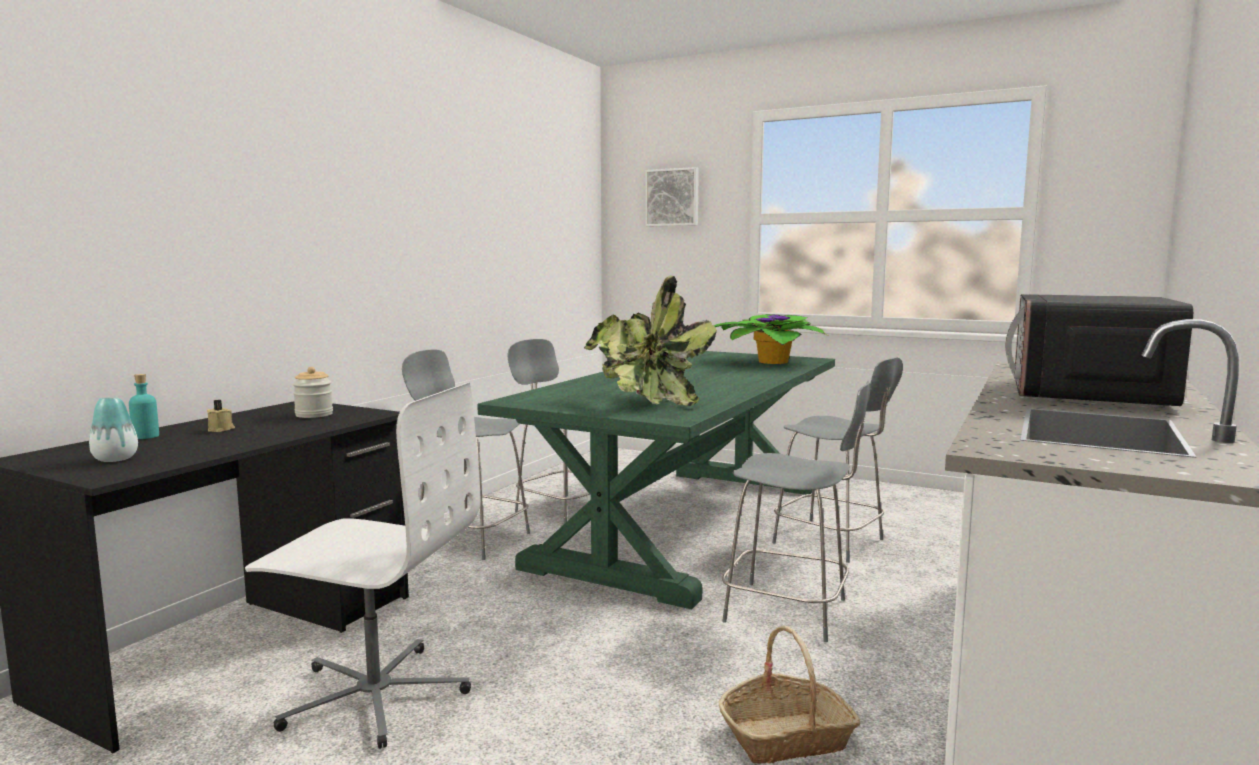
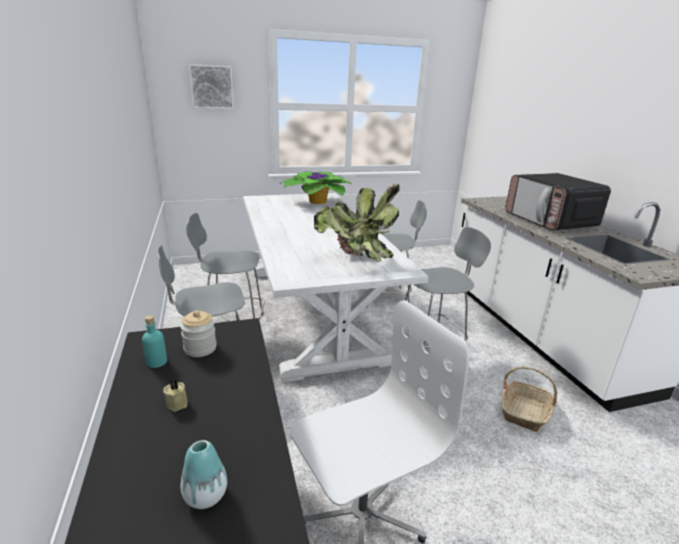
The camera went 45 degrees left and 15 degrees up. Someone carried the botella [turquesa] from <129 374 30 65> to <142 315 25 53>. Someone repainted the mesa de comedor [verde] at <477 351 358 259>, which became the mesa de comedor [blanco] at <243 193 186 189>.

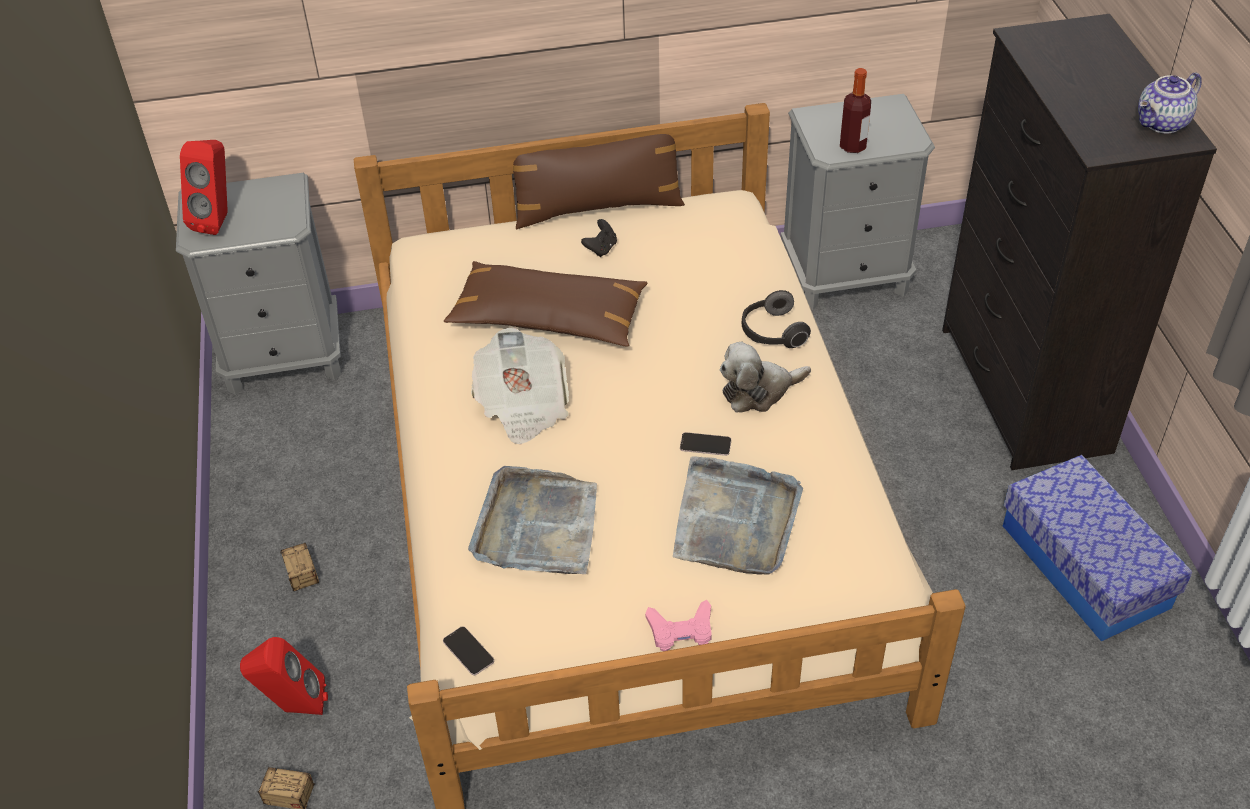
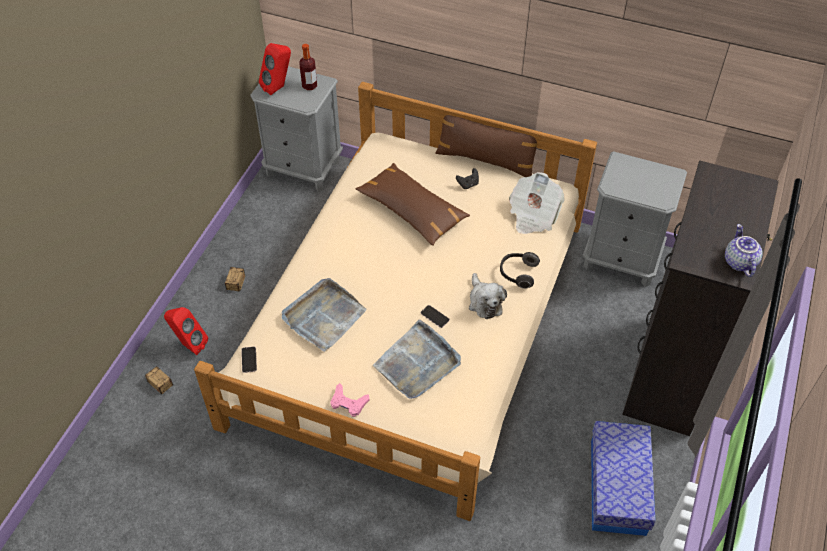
The camera went 30 degrees right and 5 degrees up. Someone carried the periódico from <471 328 98 117> to <509 172 56 62>. Someone rotated the peluche at <720 342 91 70> by 120 degrees counterclockwise. Someone carried the botella from <840 68 31 85> to <300 44 17 46>. Someone rotated the tetera at <1138 72 64 61> by 90 degrees clockwise.

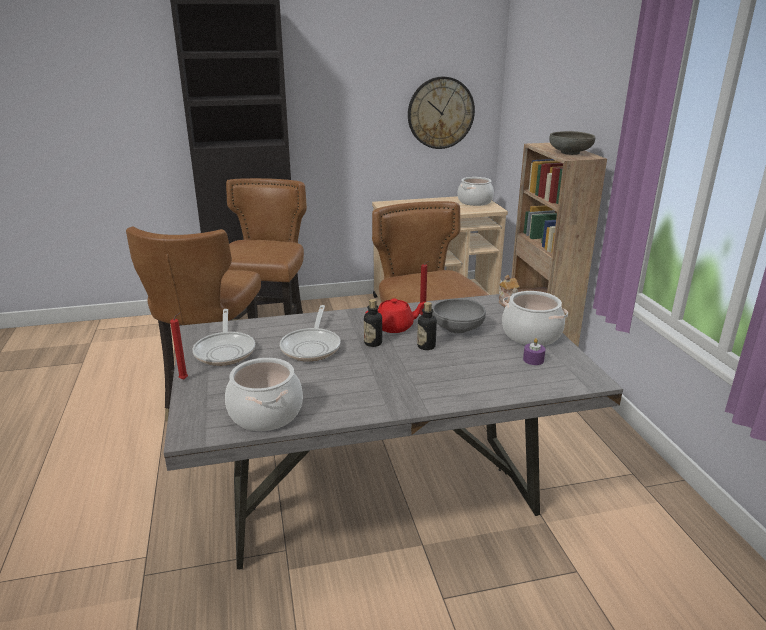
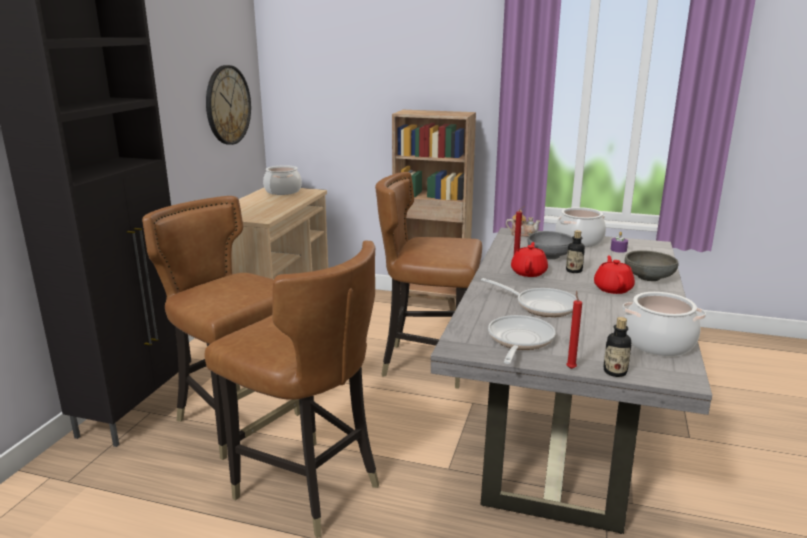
The camera went 60 degrees left and 5 degrees down. Someone rotated the sartén at <193 309 62 57> by 90 degrees counterclockwise. Someone carried the botella from <364 299 18 48> to <603 317 29 60>. Someone carried the cuenco [gris] from <550 131 45 24> to <625 250 54 31>. Someone put down the tetera [rojo] at <594 255 41 39>.

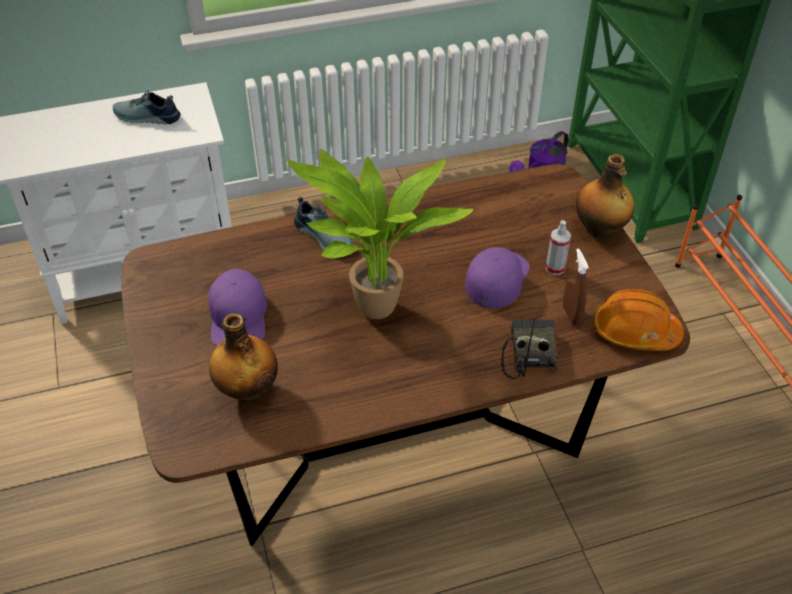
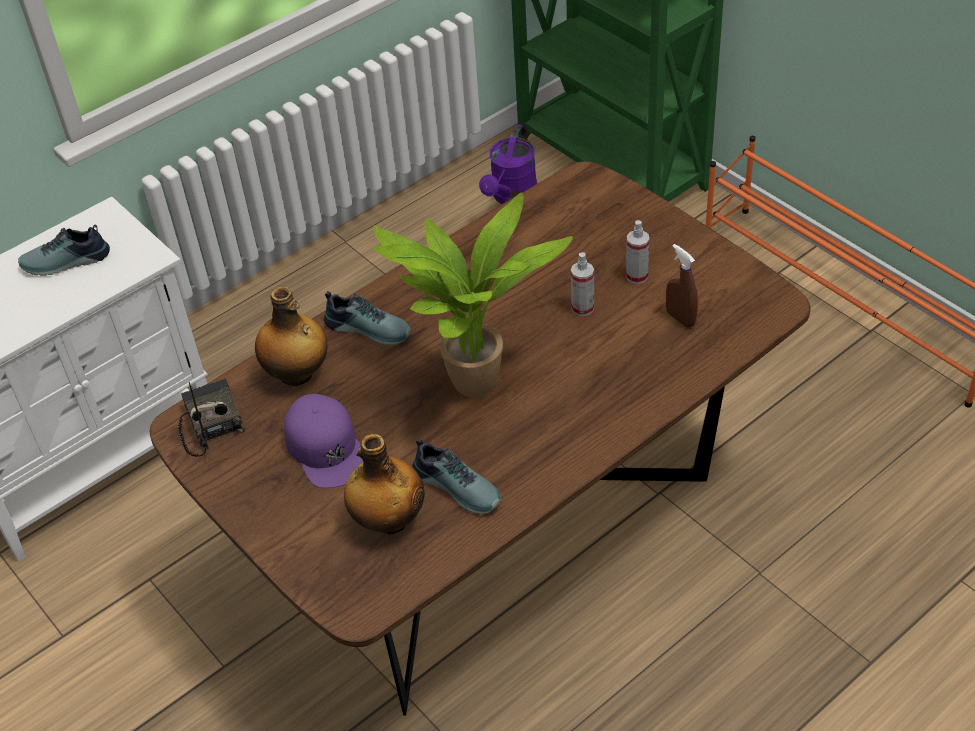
The camera went 20 degrees left and 0 degrees up. Someone swapped the gorra [morado] at <465 247 65 61> for the pulverizador at <571 252 23 64>. Someone carried the radio from <501 318 57 61> to <178 379 67 78>. Someone carried the botella from <576 154 59 84> to <255 286 73 100>. Someone took away the casco [naranja] at <594 289 90 62>. Someone put down the zapato at <412 438 89 76>.

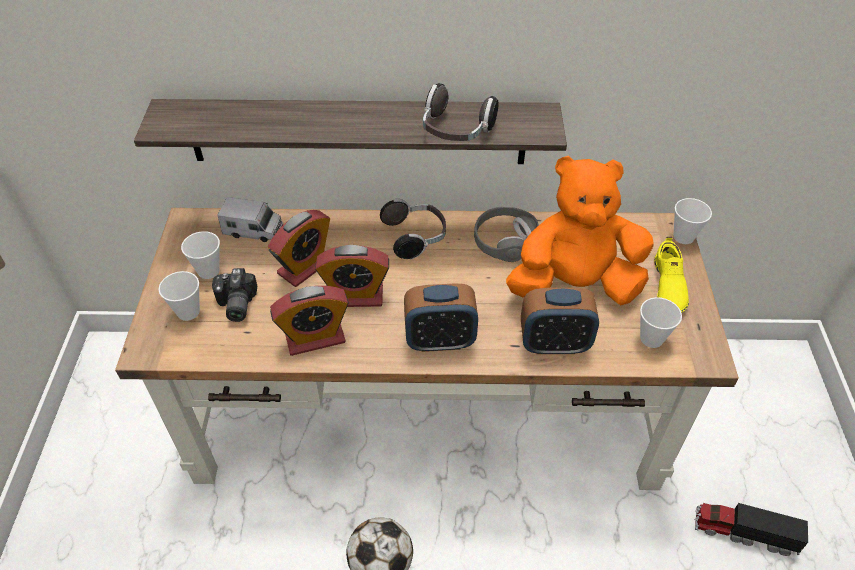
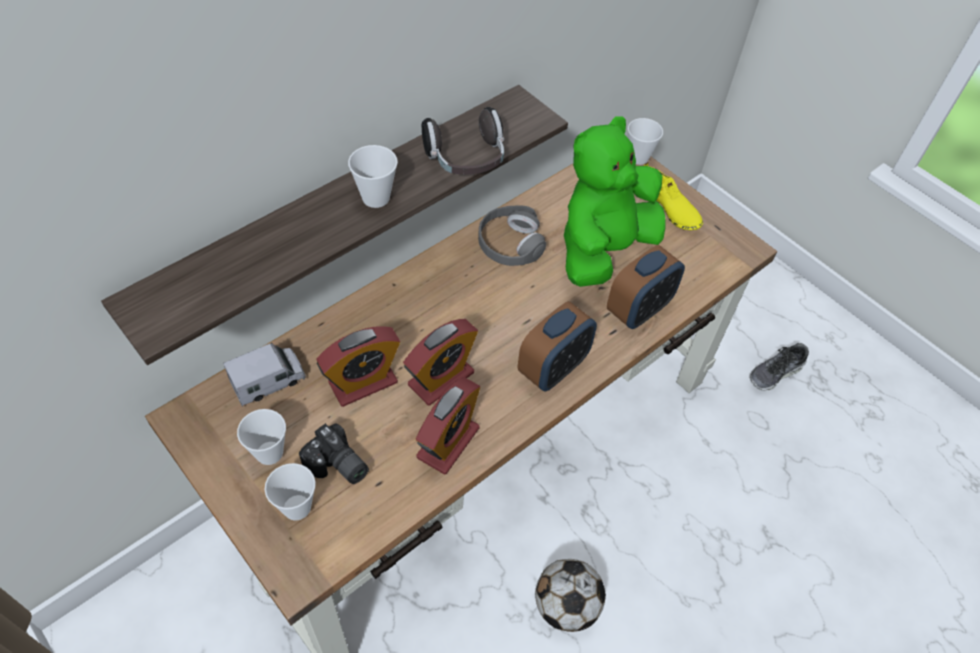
The camera went 45 degrees left and 5 degrees up. Someone rotated the despertador at <268 210 62 77> by 60 degrees clockwise. Someone took away the auriculares at <380 199 66 61>. Someone repainted the peluche [naranja] at <506 156 148 149>, which became the peluche [verde] at <564 117 102 170>. Someone carried the taza from <640 297 42 51> to <348 145 50 63>. Someone swapped the camión de juguete at <694 503 114 53> for the zapato at <750 343 59 48>.

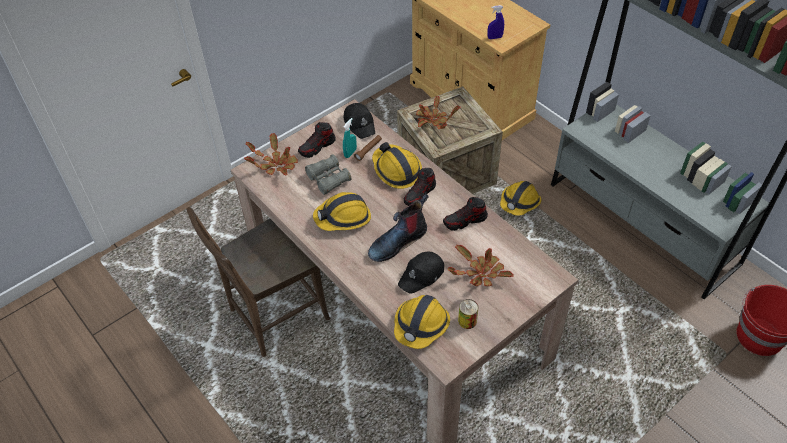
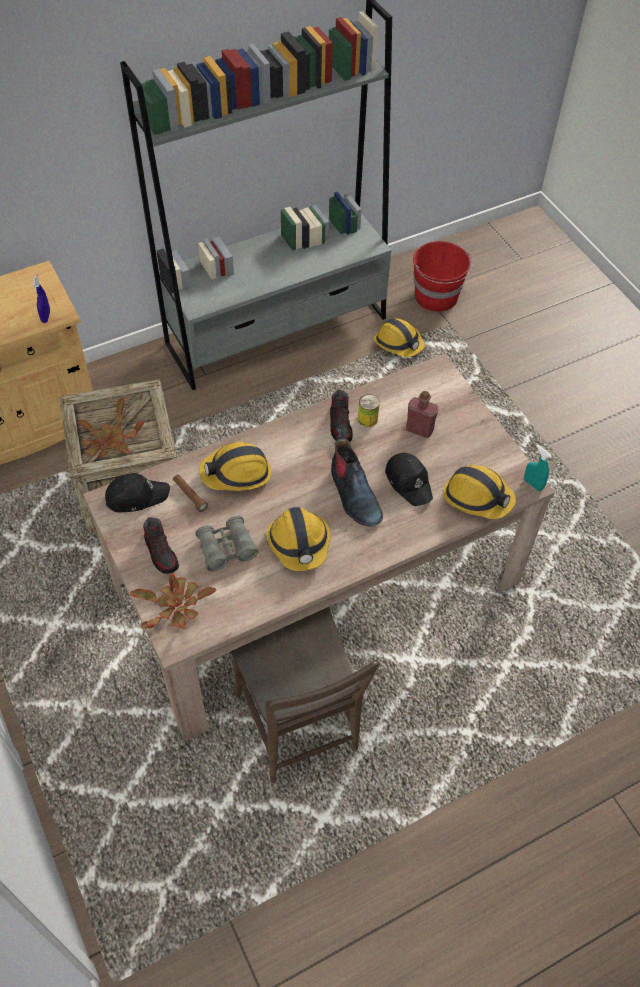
The camera went 80 degrees left and 5 degrees up. Someone carried the pulverizador [turquesa] from <343 118 14 40> to <524 444 27 47>. Someone took away the zapato at <404 168 32 38>. Someone swapped the planta en maceta at <447 245 67 41> for the botella [rojo] at <406 391 33 47>. Someone carried the lata from <458 299 20 30> to <358 394 22 33>. Someone carried the casco from <500 181 41 35> to <374 318 51 39>.

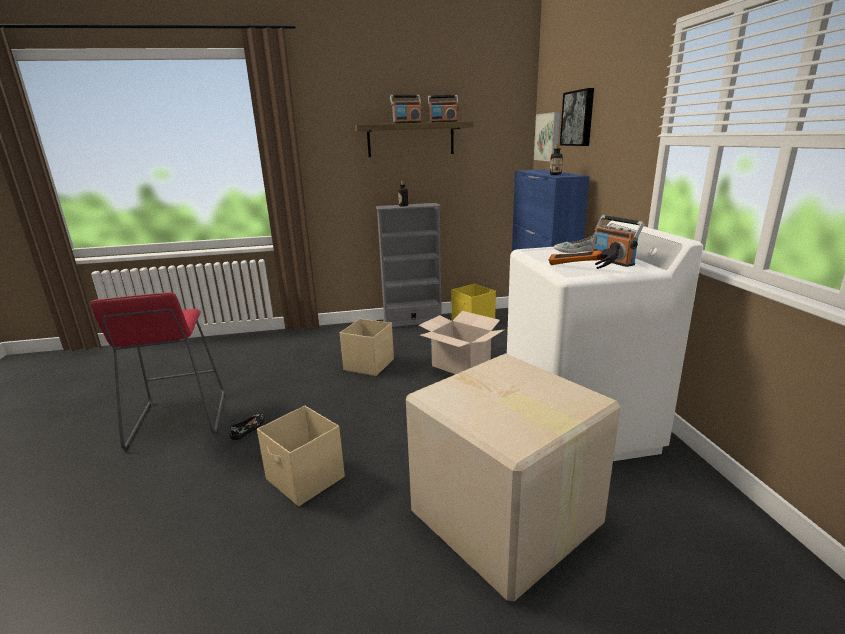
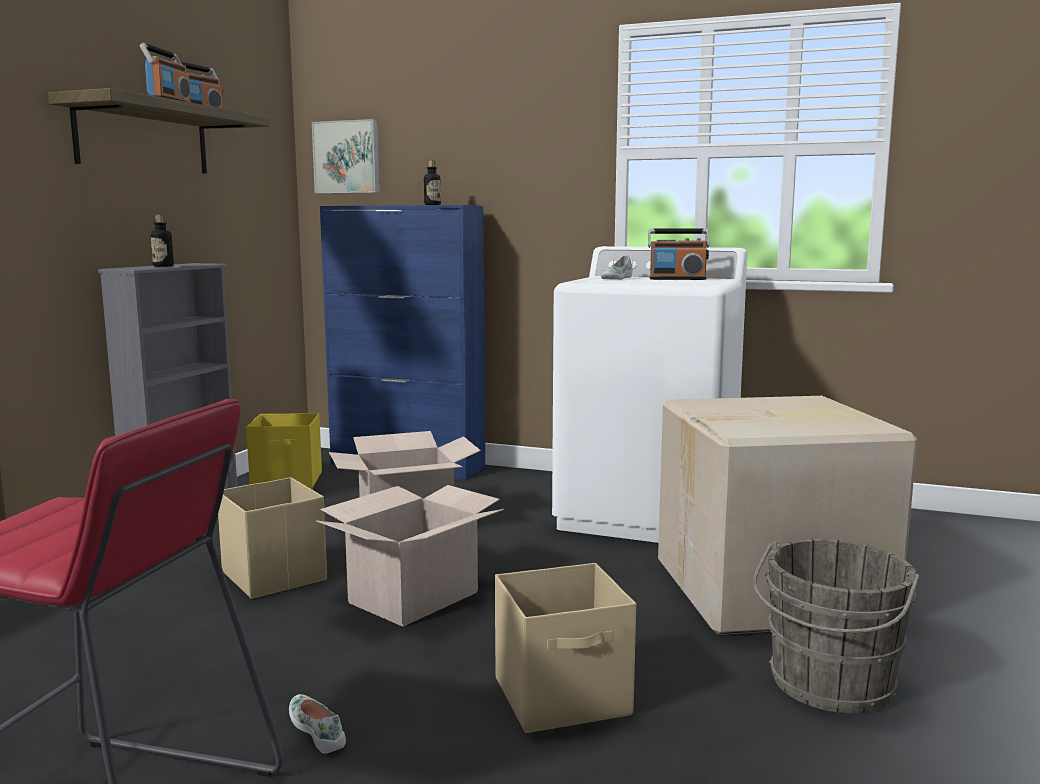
The camera went 60 degrees left and 10 degrees down. Someone repainted the zapato [negro] at <230 413 35 27>, which became the zapato [blanco] at <289 694 57 59>. Someone took away the martillo at <549 242 71 27>. Someone took away the cuadro at <560 88 34 58>. Someone put down the caja de cartón at <316 485 188 142>. Someone put down the cubo [gris] at <753 539 166 175>.

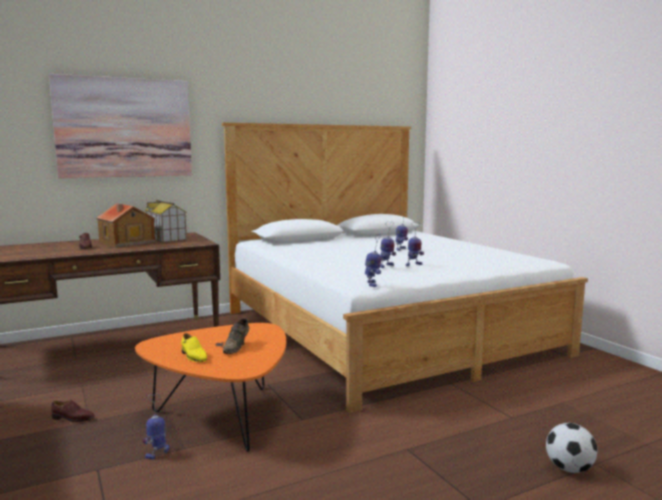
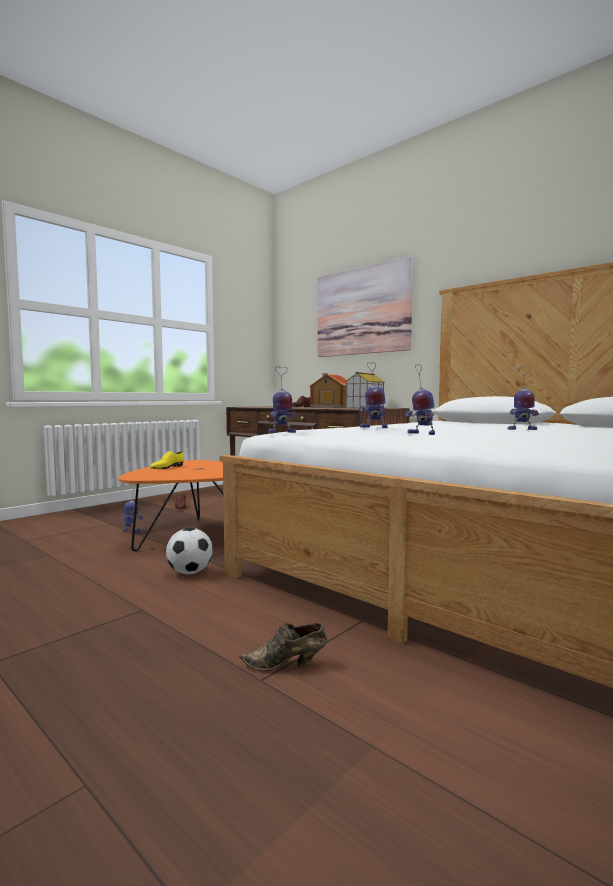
The camera went 70 degrees right and 5 degrees down. Someone carried the zapato [marrón] from <223 318 26 36> to <239 623 88 48>. Someone carried the balón de fútbol from <546 423 51 50> to <166 528 47 46>.

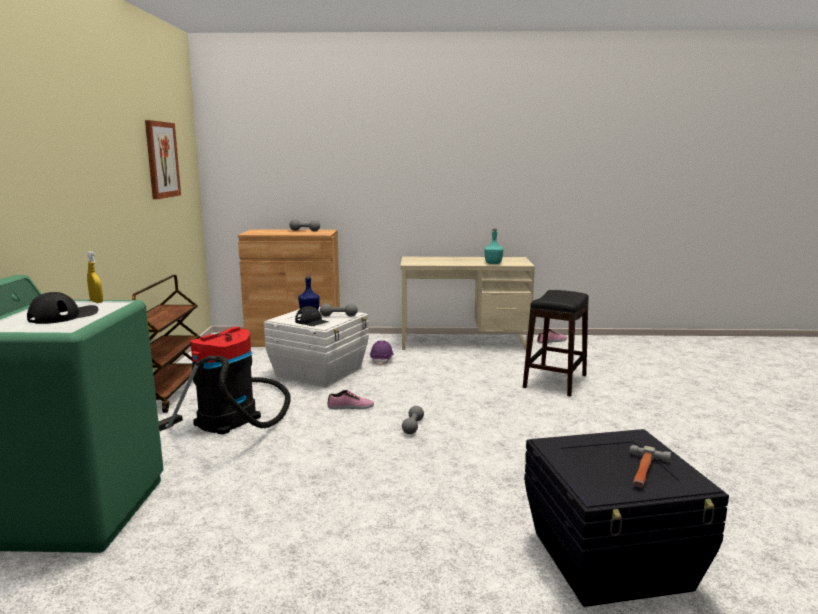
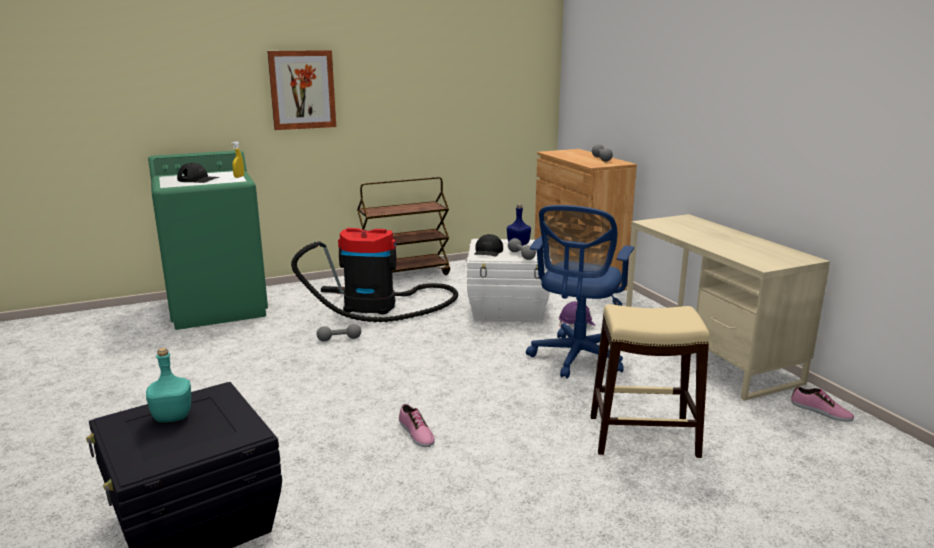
The camera went 65 degrees right and 5 degrees up. Someone carried the cuadro from <145 120 36 79> to <267 50 69 80>. Someone carried the zapato from <327 390 47 19> to <399 404 36 43>. Someone carried the mancuerna [gris] from <402 406 22 28> to <317 324 44 17>. Someone carried the botella [turquesa] from <484 229 19 35> to <146 348 45 74>. Someone repainted the taburete [negro] at <523 290 66 106>, which became the taburete [beis] at <591 304 119 154>. Someone took away the martillo at <630 445 41 42>. Someone put down the silla de oficina [azul] at <526 205 108 174>.

